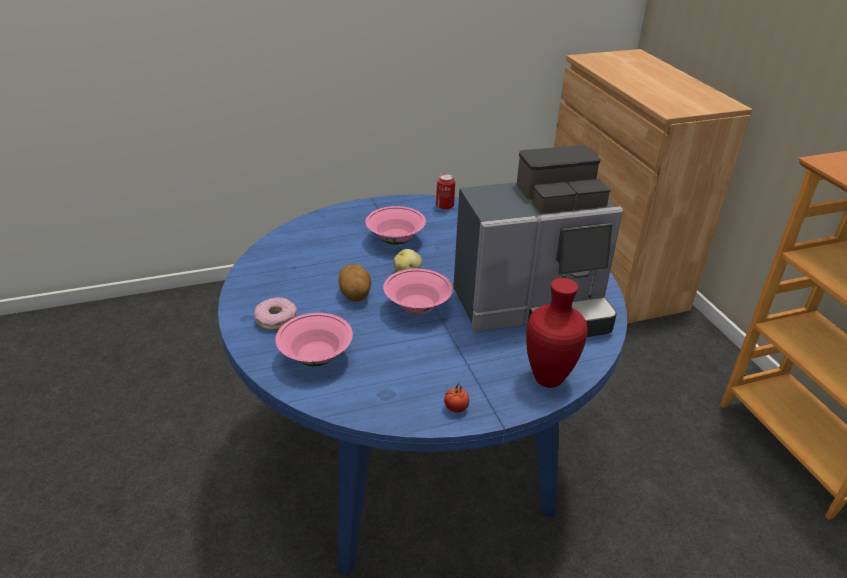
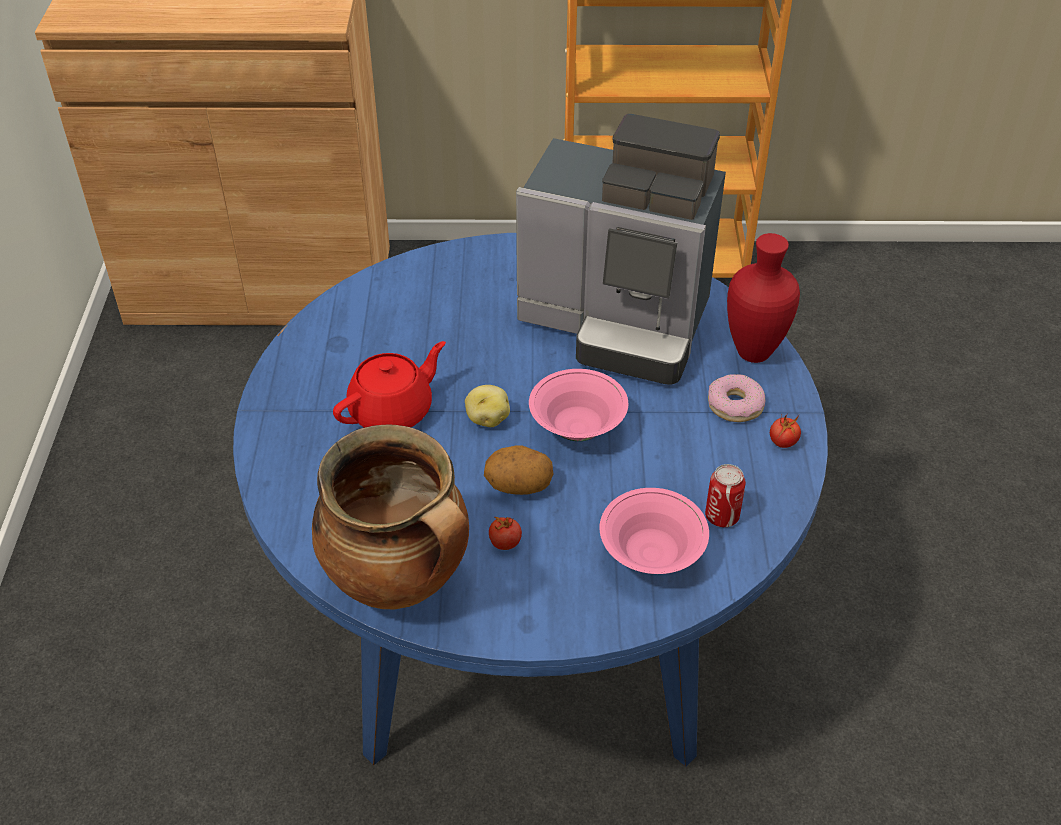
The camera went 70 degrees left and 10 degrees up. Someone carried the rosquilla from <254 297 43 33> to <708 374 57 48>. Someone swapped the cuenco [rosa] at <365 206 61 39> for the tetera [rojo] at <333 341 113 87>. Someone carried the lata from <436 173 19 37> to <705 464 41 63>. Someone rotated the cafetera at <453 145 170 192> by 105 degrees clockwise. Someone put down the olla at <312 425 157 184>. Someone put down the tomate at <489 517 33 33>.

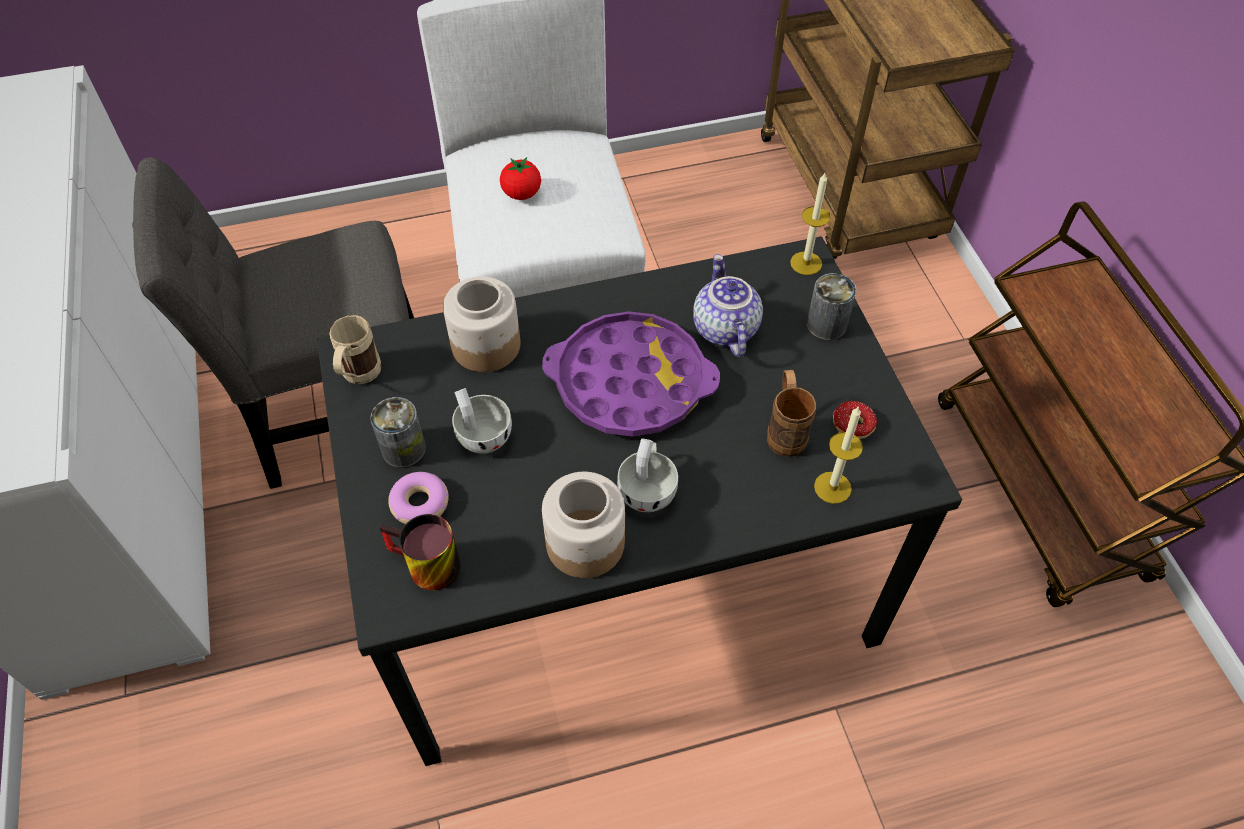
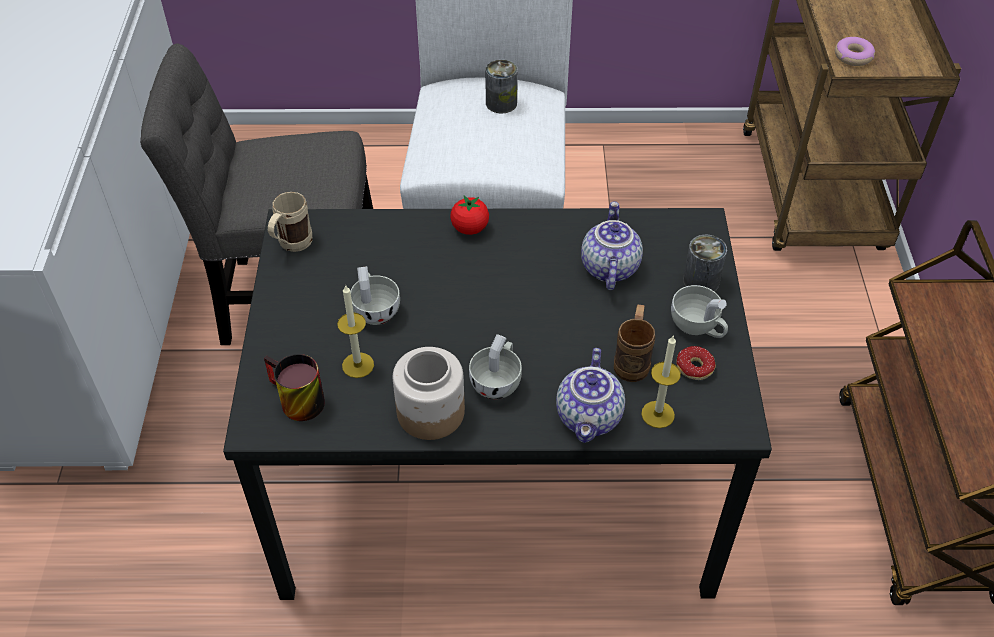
The camera went 15 degrees right and 5 degrees down. Someone carried the lata from <370 397 56 71> to <485 59 33 54>. Someone carried the rosquilla from <388 472 61 52> to <835 37 40 29>. Someone took away the tarro at <443 276 77 96>. Someone carried the tomate from <500 157 41 43> to <450 196 39 39>. Someone took away the bandeja [morado] at <542 311 178 126>. Someone carried the vela from <790 173 40 102> to <337 284 37 94>. Someone put down the tetera at <556 348 69 95>. Someone put down the taza [blanco] at <671 285 57 53>.

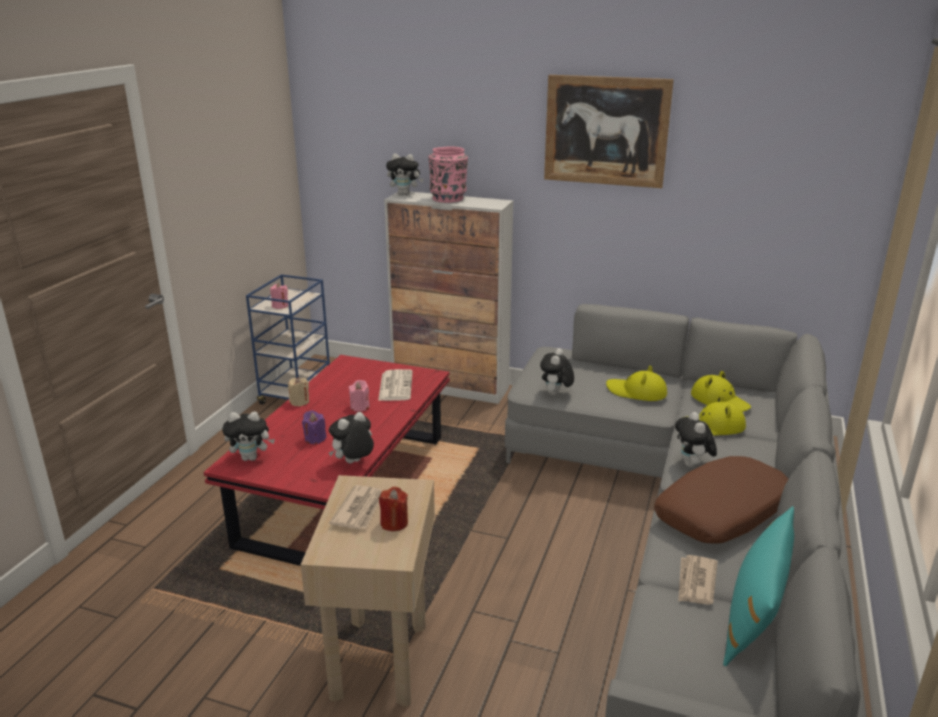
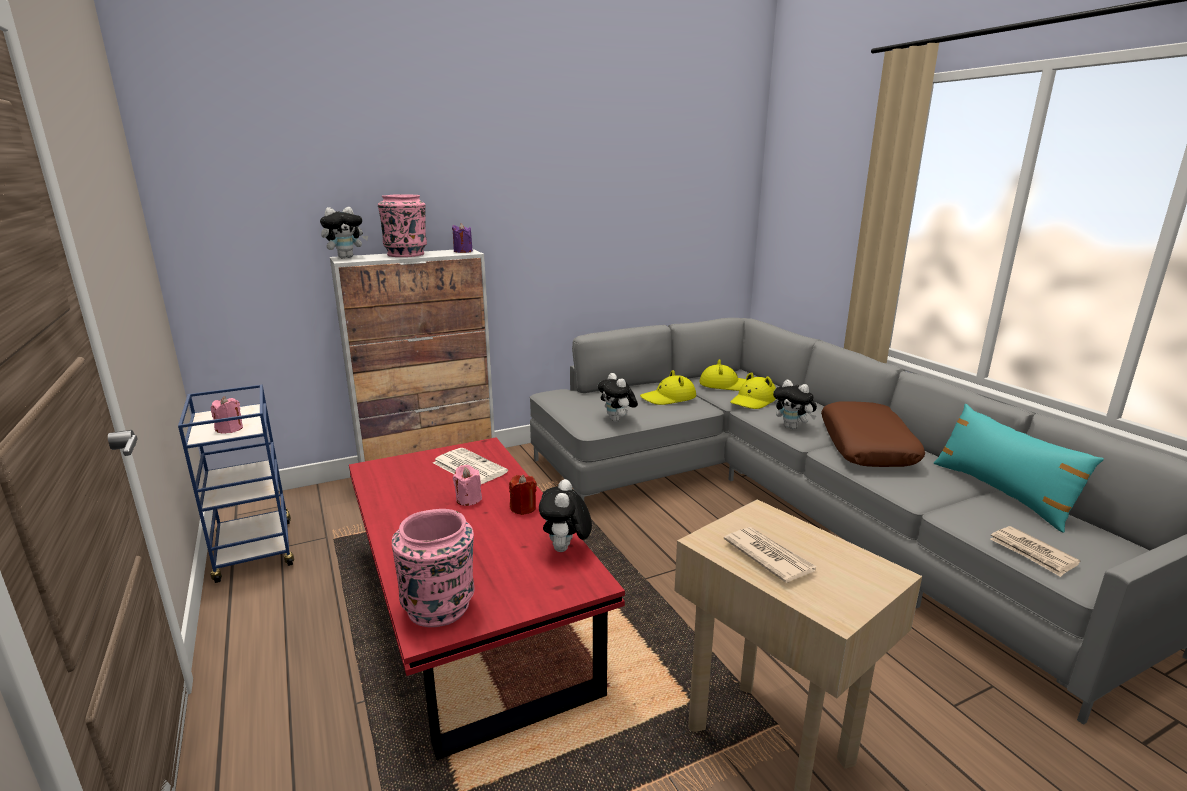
The camera went 45 degrees left and 5 degrees down. Someone swapped the peluche at <222 412 53 49> for the florero [rosa] at <392 509 83 118>. Someone took away the vela [beis] at <288 377 21 30>. Someone carried the vela [morado] from <302 410 25 34> to <452 223 21 30>. Someone carried the vela [rojo] from <379 487 29 44> to <509 475 28 40>. Someone took away the cuadro at <544 75 130 113>. Someone carried the periódico from <678 555 40 50> to <990 526 91 51>.

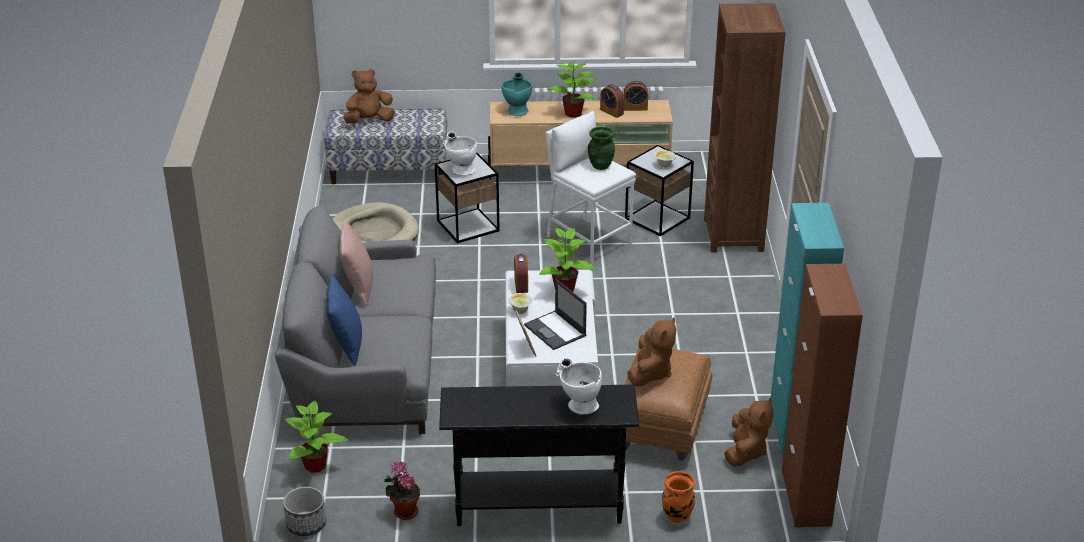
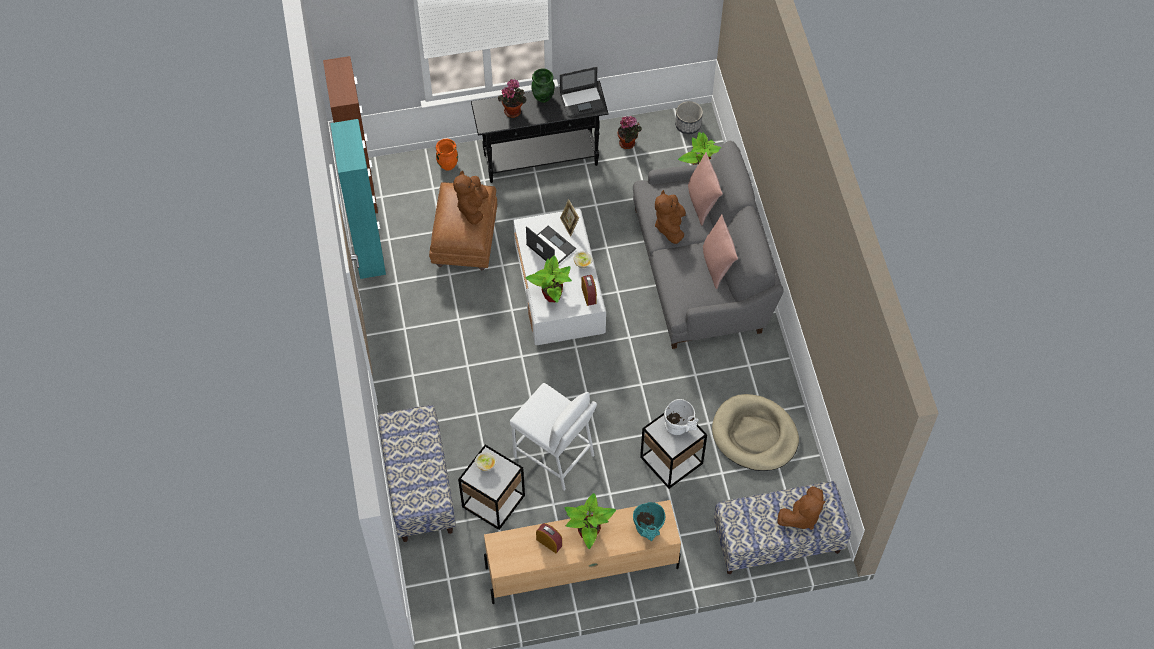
The camera went 170 degrees right and 25 degrees up. Someone repainted the cojín [azul] at <326 273 36 93>, which became the cojín [rosa] at <688 152 35 73>. Someone swapped the florero [blanco] at <555 358 47 57> for the planta en maceta at <498 79 28 39>. Someone carried the florero [verde] from <588 126 27 44> to <531 68 24 35>. Someone took away the despertador at <624 81 24 30>. Someone swapped the estantería [marrón] at <704 3 82 250> for the banco at <378 405 78 137>. Someone carried the peluche [marrón] from <724 397 50 70> to <655 190 31 54>. Someone put down the portátil at <560 67 45 50>.

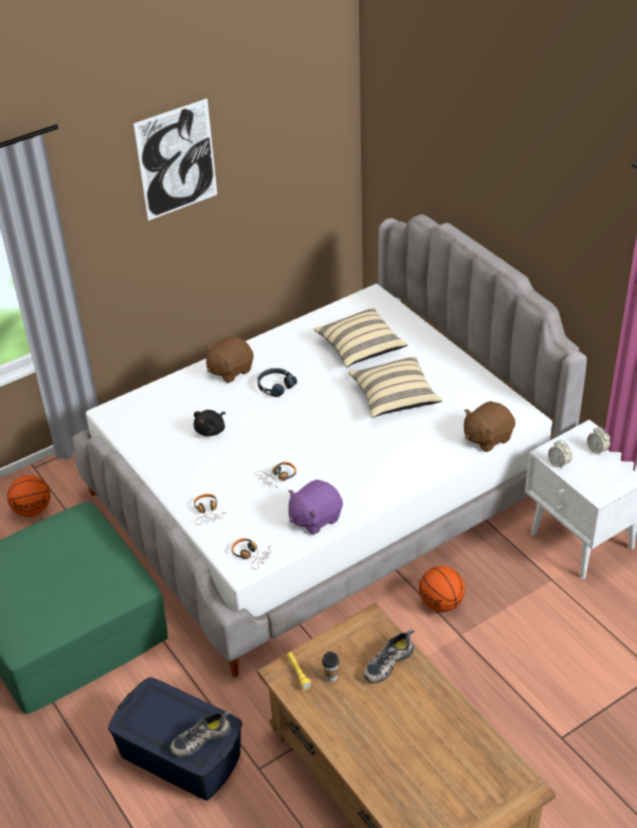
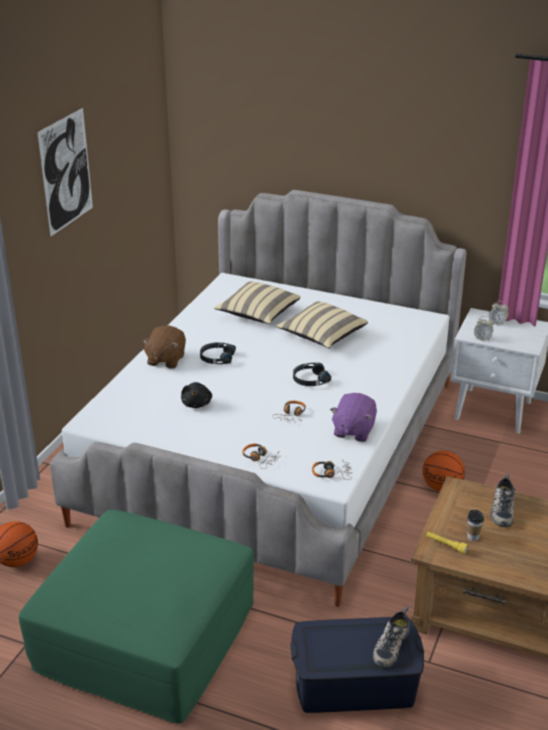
The camera went 35 degrees left and 10 degrees down. Someone took away the peluche [marrón] at <464 401 52 51>. Someone put down the auriculares [negro] at <293 363 38 23>.

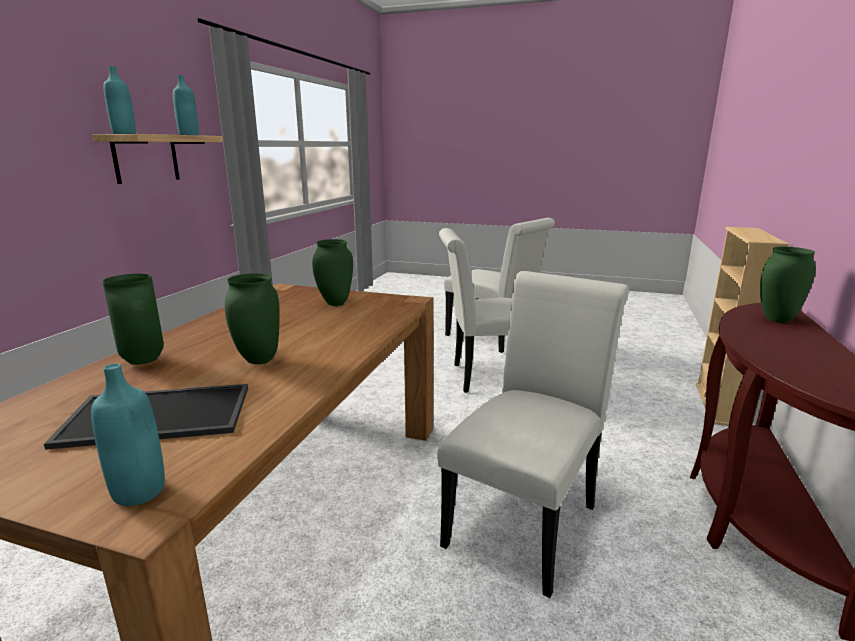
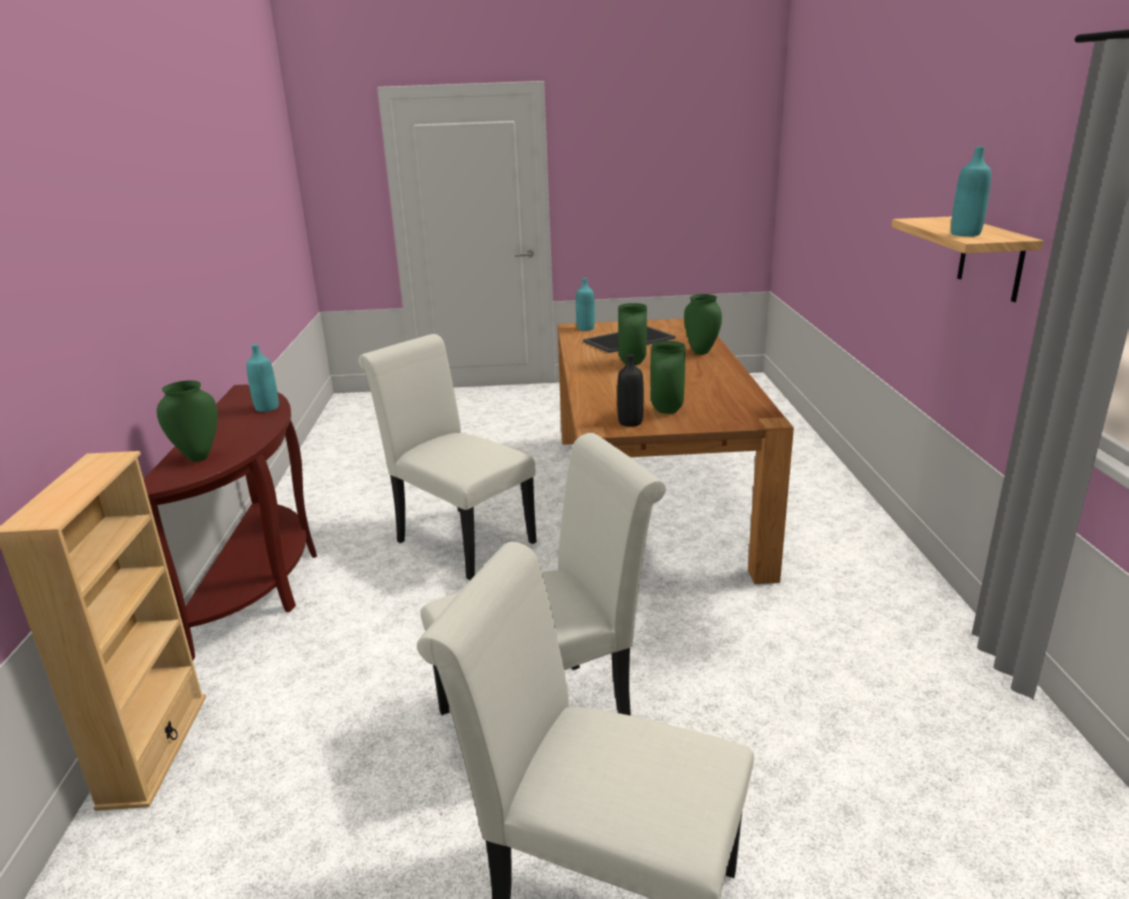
The camera went 160 degrees right and 5 degrees up. Someone carried the botella [turquesa] from <103 66 33 68> to <246 344 33 68>. Someone rotated the silla [blanco] at <437 271 192 327> by 120 degrees clockwise. Someone put down the botella [negro] at <617 354 27 73>.

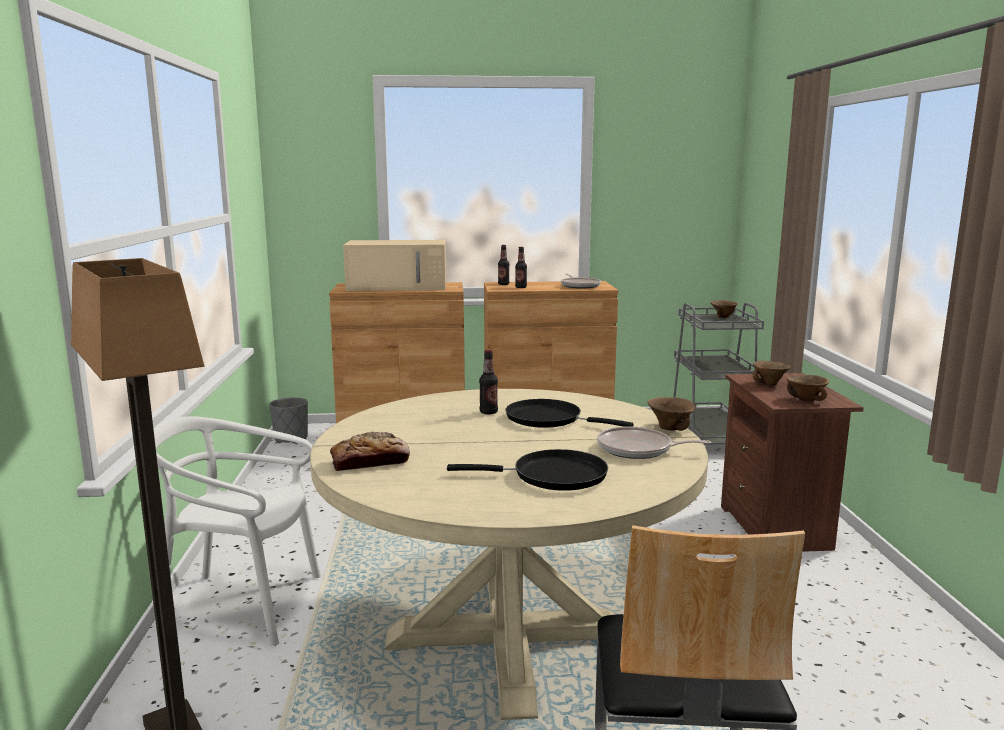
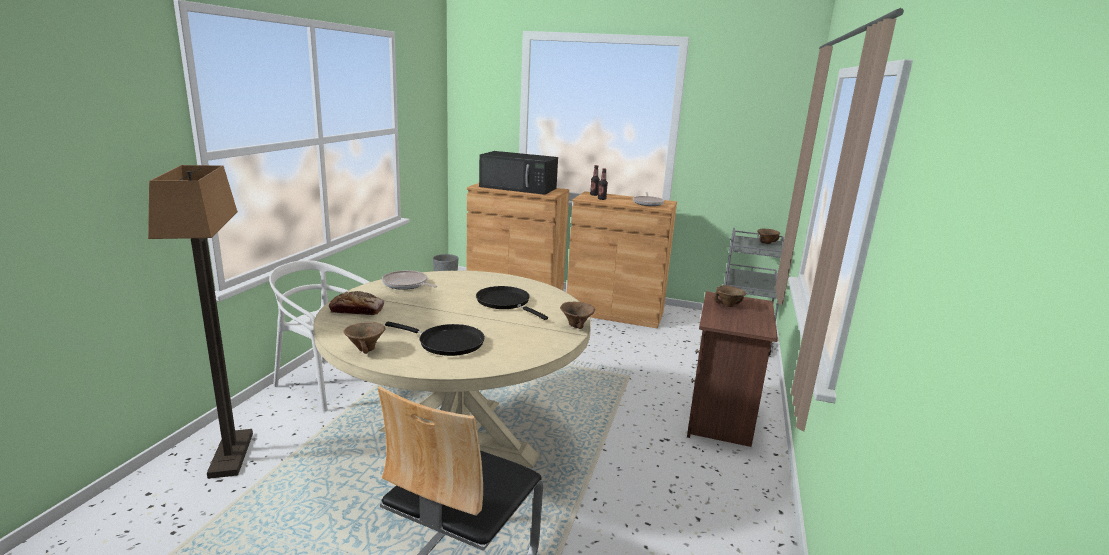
The camera went 20 degrees right and 5 degrees up. Someone repainted the microondas [beis] at <343 240 103 51>, which became the microondas [negro] at <479 151 79 44>. Someone took away the botella at <479 350 19 64>. Someone carried the sartén from <597 426 114 33> to <382 270 55 20>. Someone carried the cuenco [marrón] from <787 375 42 26> to <343 322 43 32>.

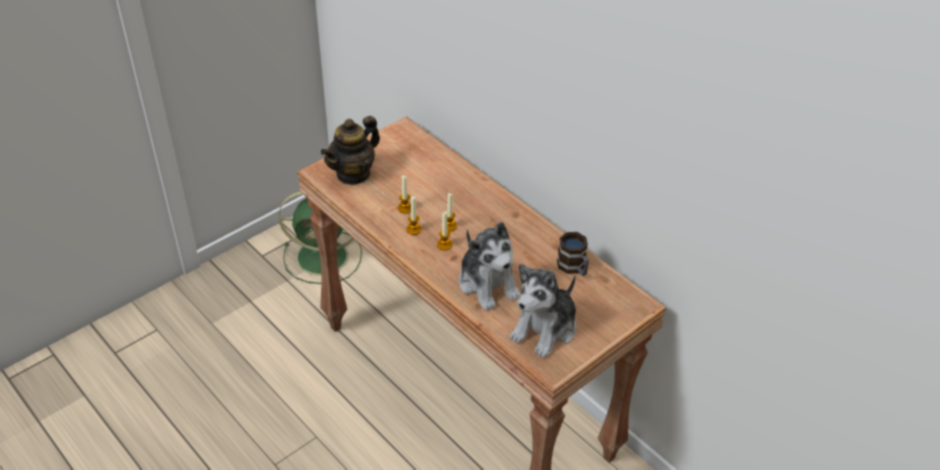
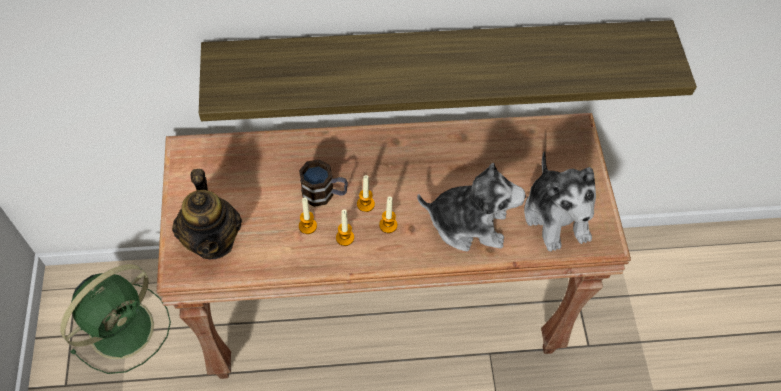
The camera went 55 degrees left and 15 degrees up. Someone carried the taza grande from <557 232 32 44> to <299 159 49 48>. Someone put up the estante at <199 20 498 101>.

